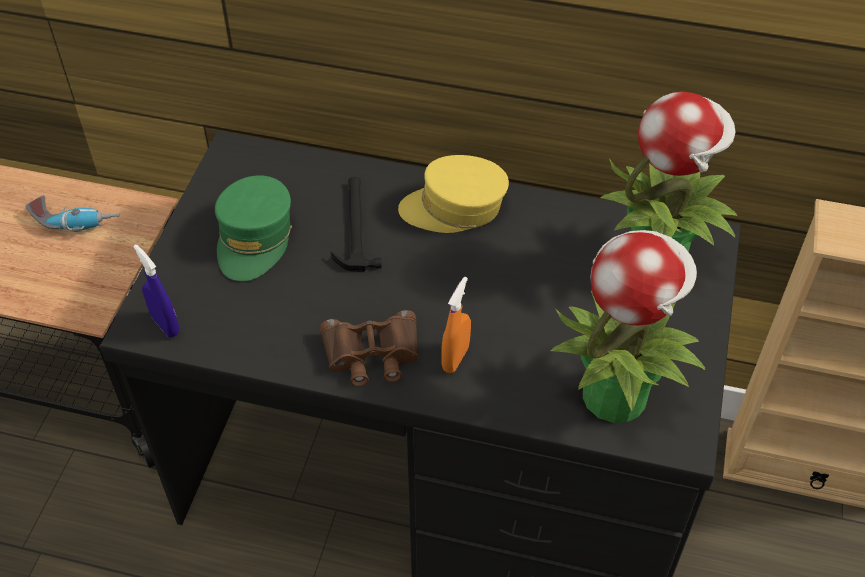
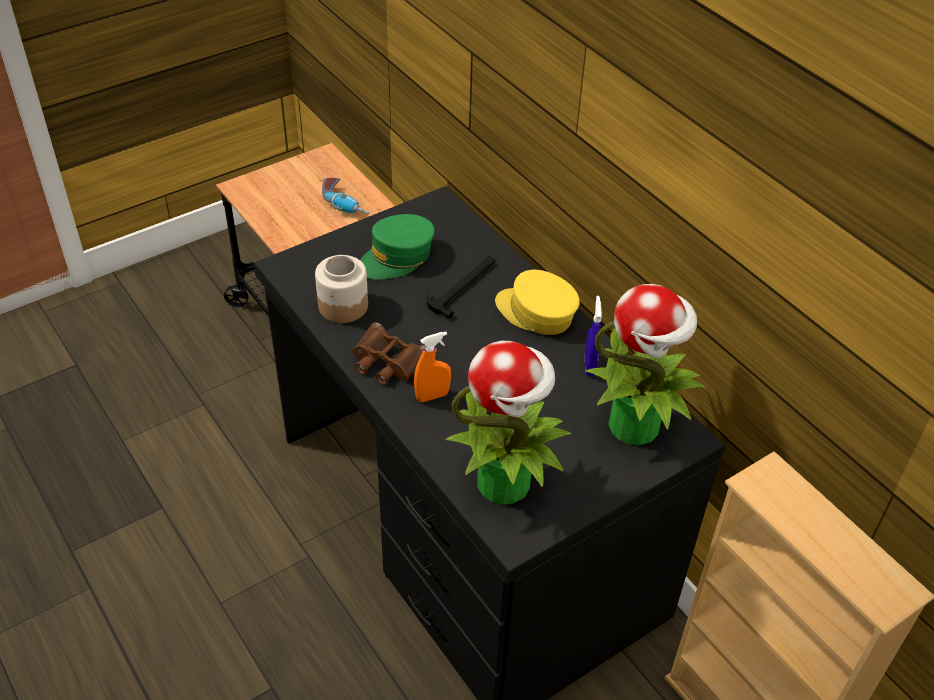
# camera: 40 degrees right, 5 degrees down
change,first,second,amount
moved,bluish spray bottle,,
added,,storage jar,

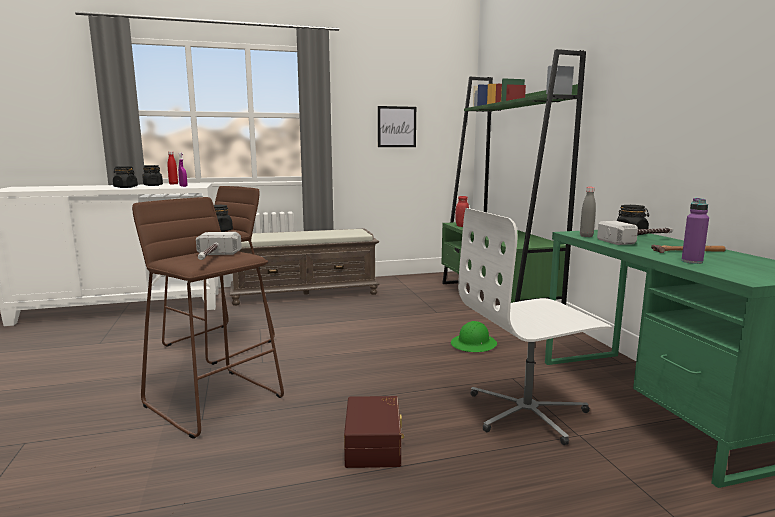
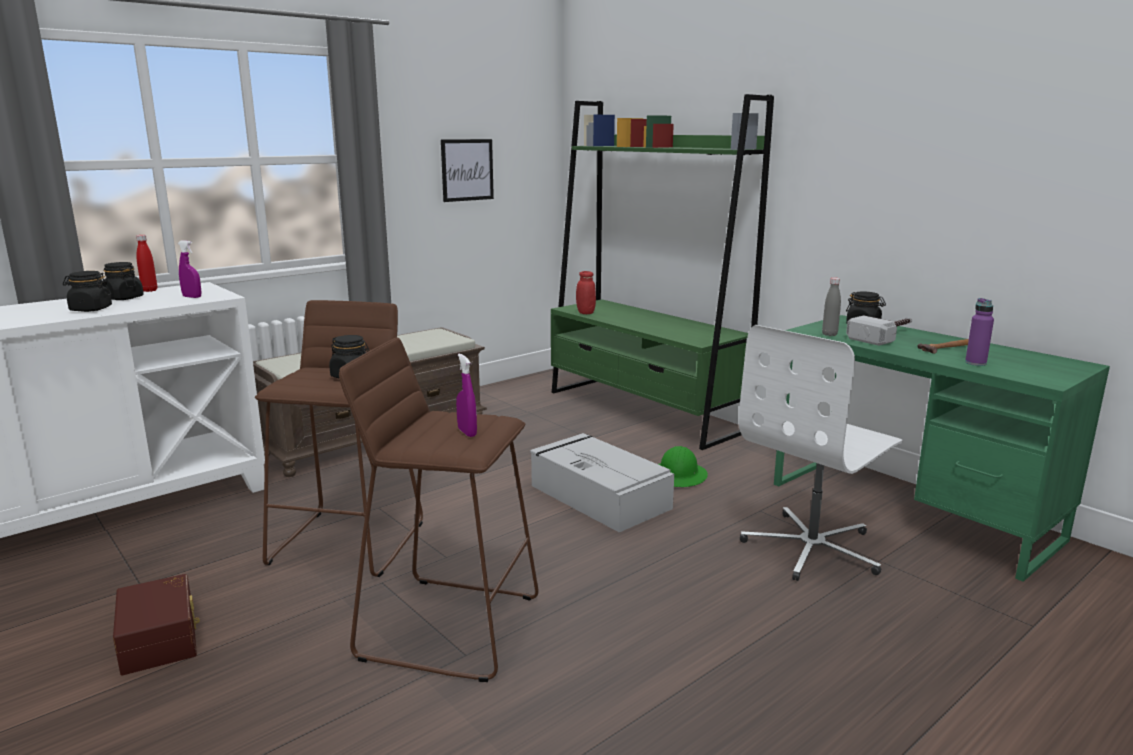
# camera: 25 degrees left, 5 degrees up
change,first,second,amount
replaced,tool hammer (1st from left),purplish spray bottle (2nd from left),
moved,brown-coloured storage container,,
added,,grey storage container,

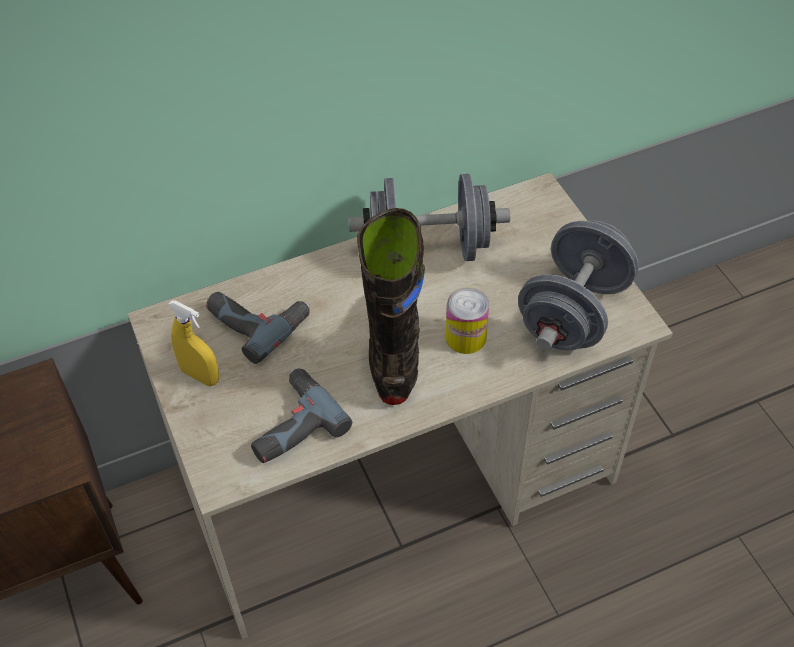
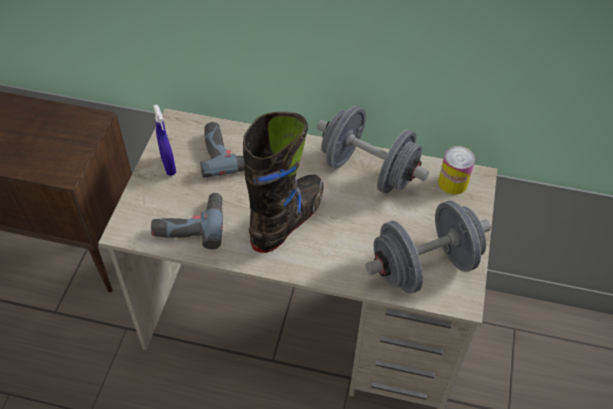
# camera: 35 degrees right, 0 degrees up
change,first,second,amount
moved,metal can,,
recoloured,yellow spray bottle,bluish spray bottle,

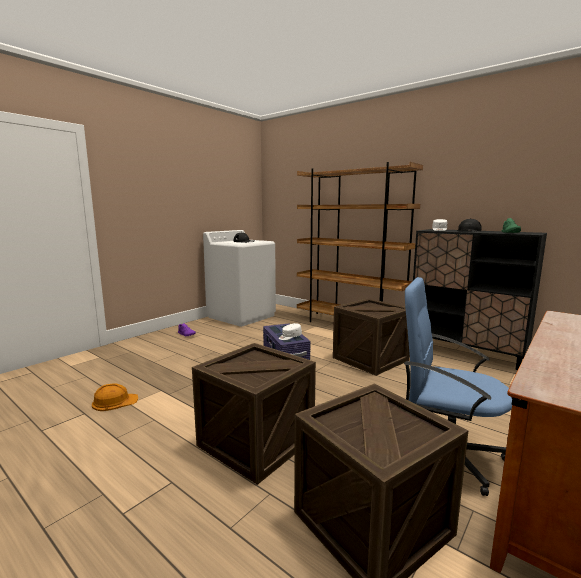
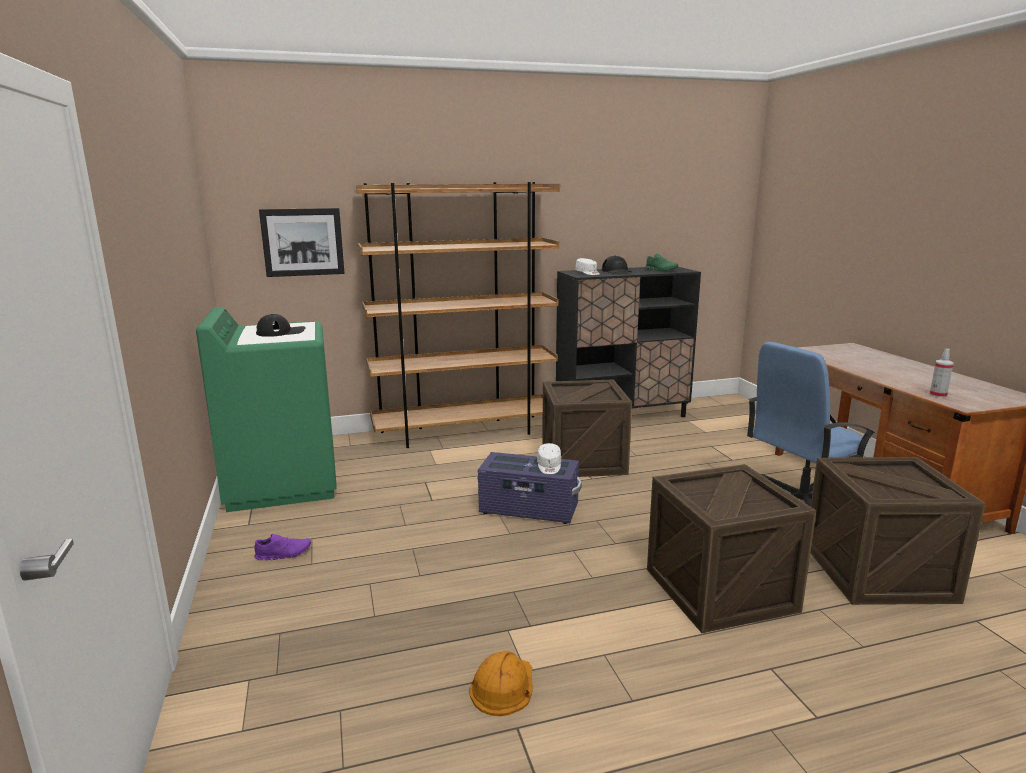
# camera: 55 degrees left, 5 degrees up
change,first,second,amount
recoloured,whitish washing machine,green washing machine,
added,,picture,
added,,spray bottle,

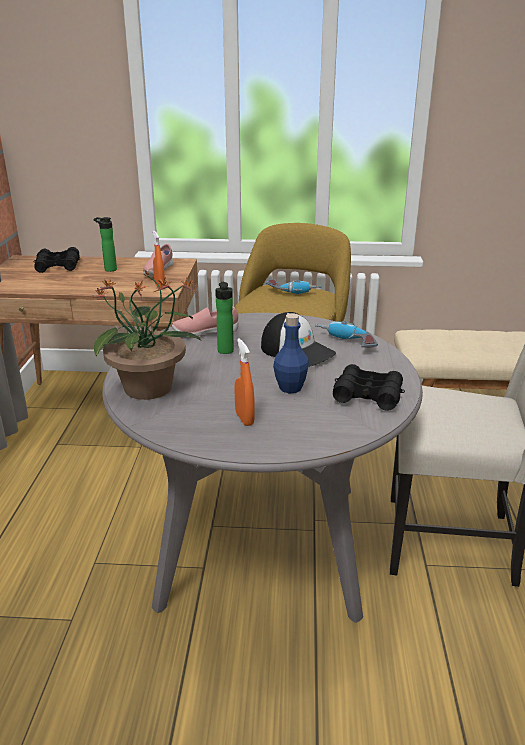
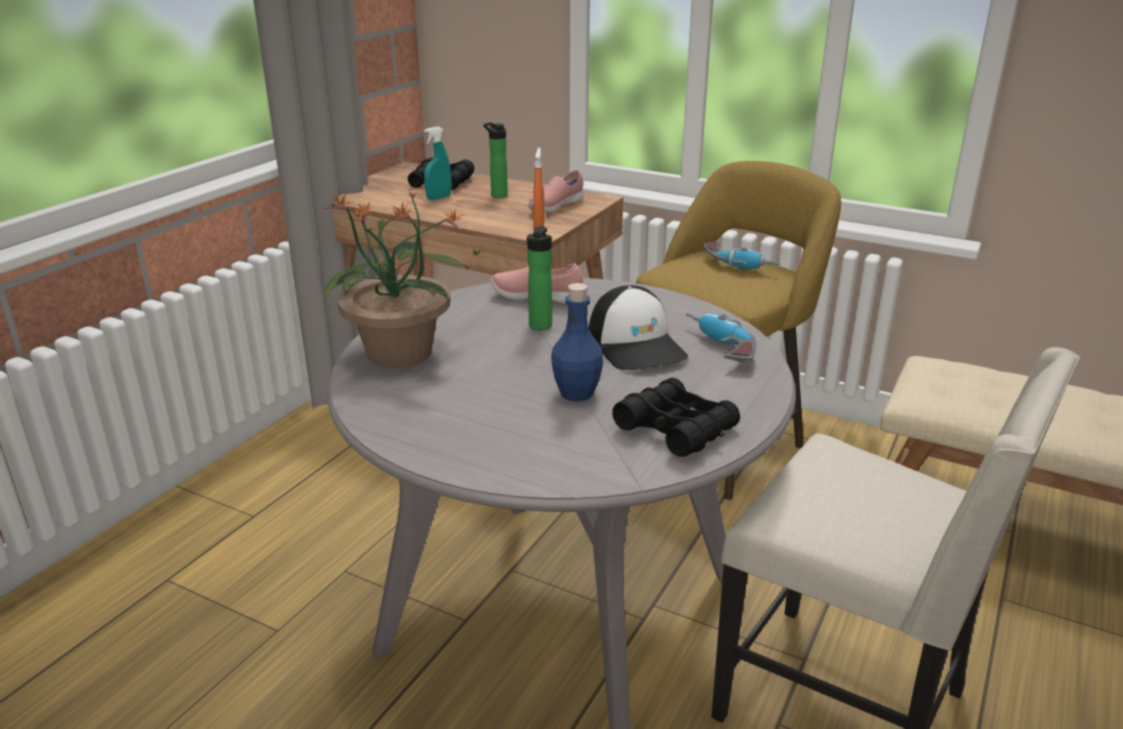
# camera: 25 degrees right, 0 degrees up
change,first,second,amount
removed,orangey spray bottle (2nd from left),,
added,,turquoise spray bottle,

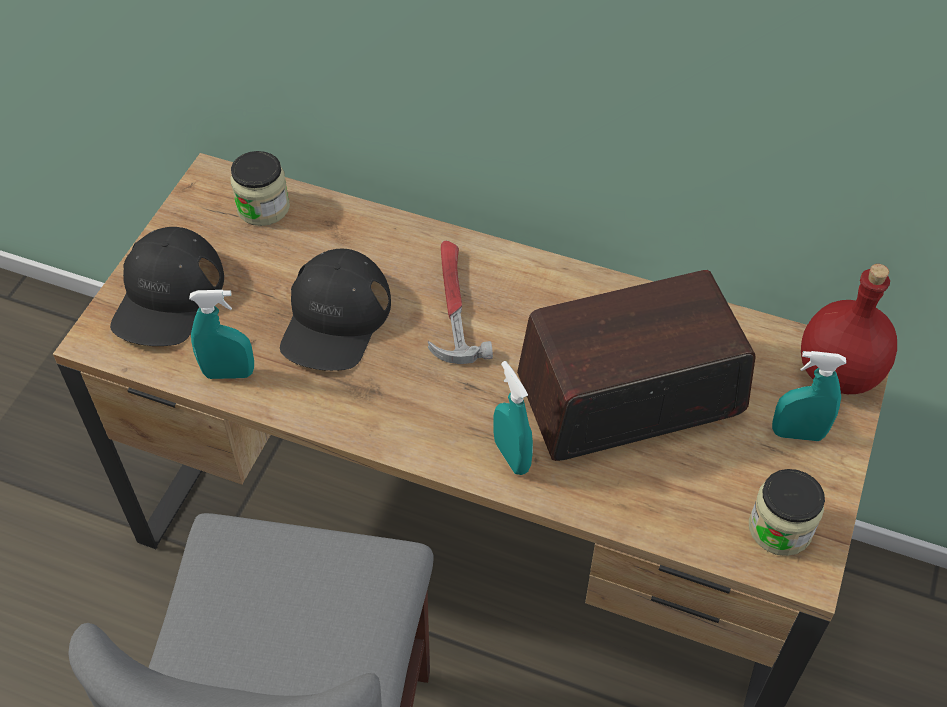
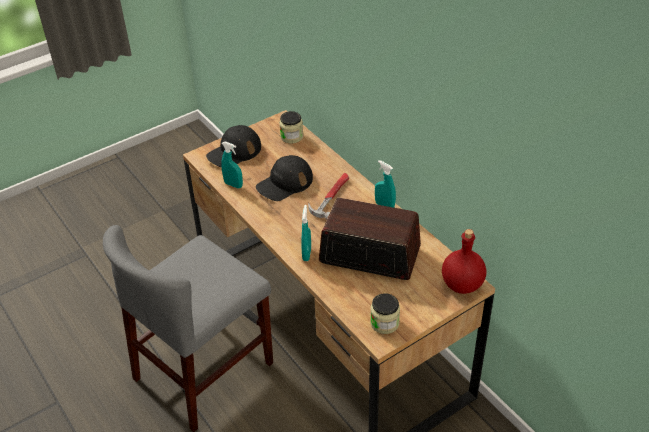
# camera: 35 degrees right, 10 degrees down
change,first,second,amount
moved,turquoise spray bottle (3rd from left),,

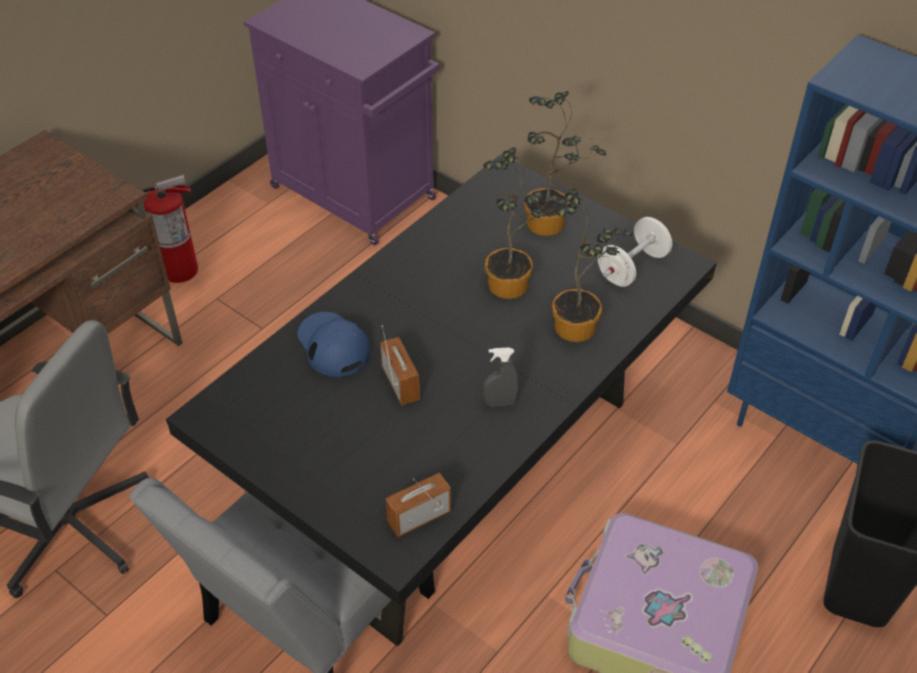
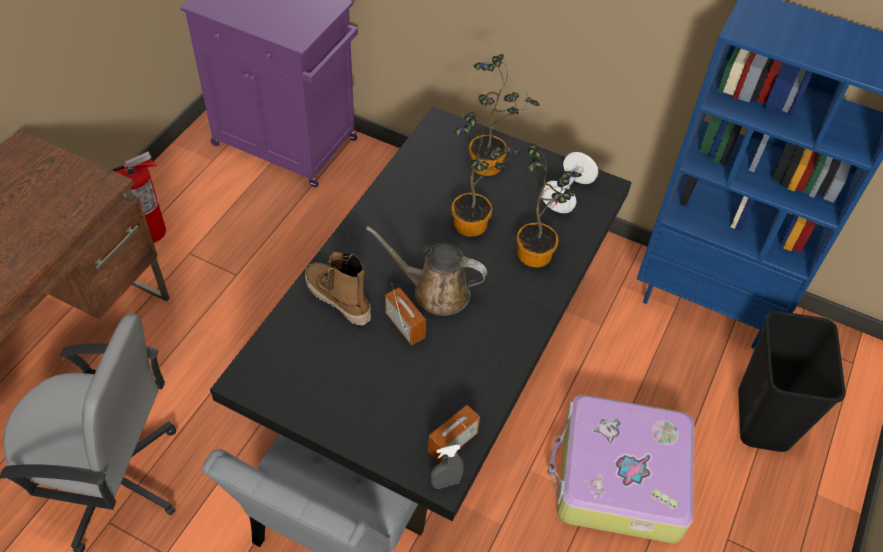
# camera: 15 degrees left, 5 degrees up
change,first,second,amount
replaced,bluish peaked cap,boot,
moved,grey spray bottle,,
added,,brown-coloured sprinkling can,

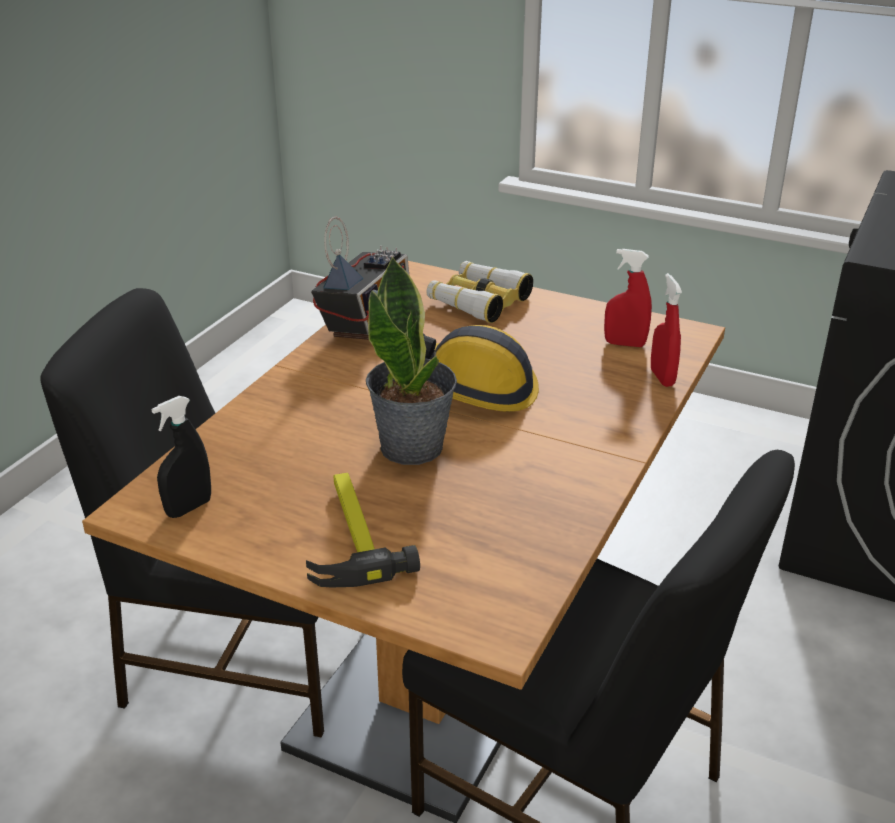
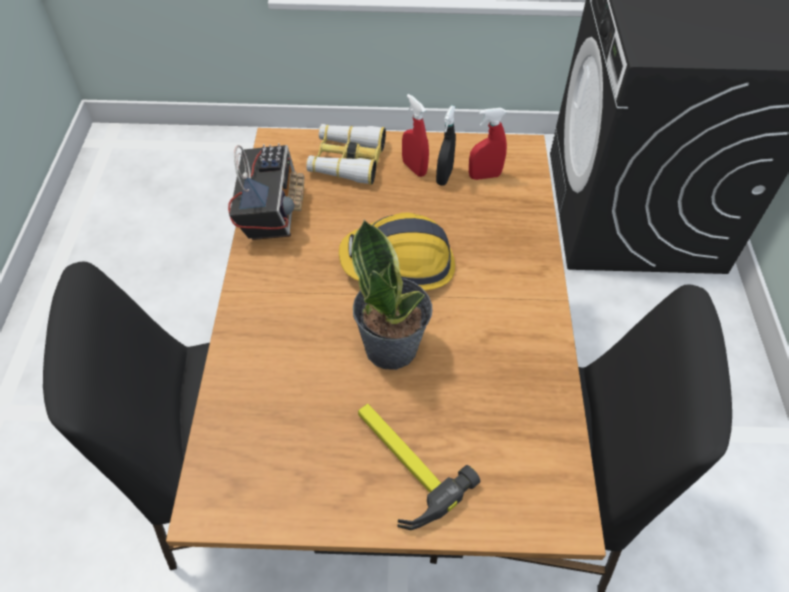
# camera: 25 degrees left, 20 degrees up
change,first,second,amount
moved,red spray bottle (2nd from left in the first image),red spray bottle (1st from left),
moved,black-coloured spray bottle,,

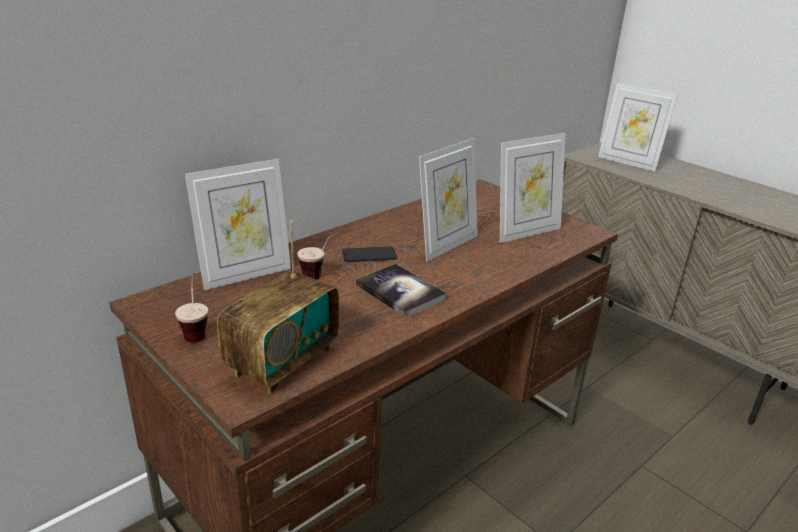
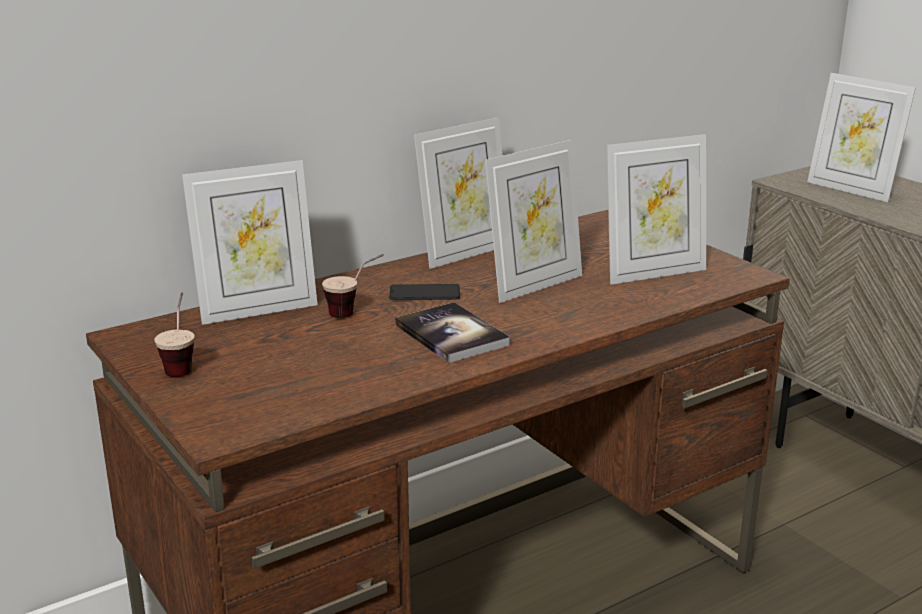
# camera: 10 degrees right, 5 degrees down
change,first,second,amount
removed,radio set,,
added,,picture frame (2nd from left),

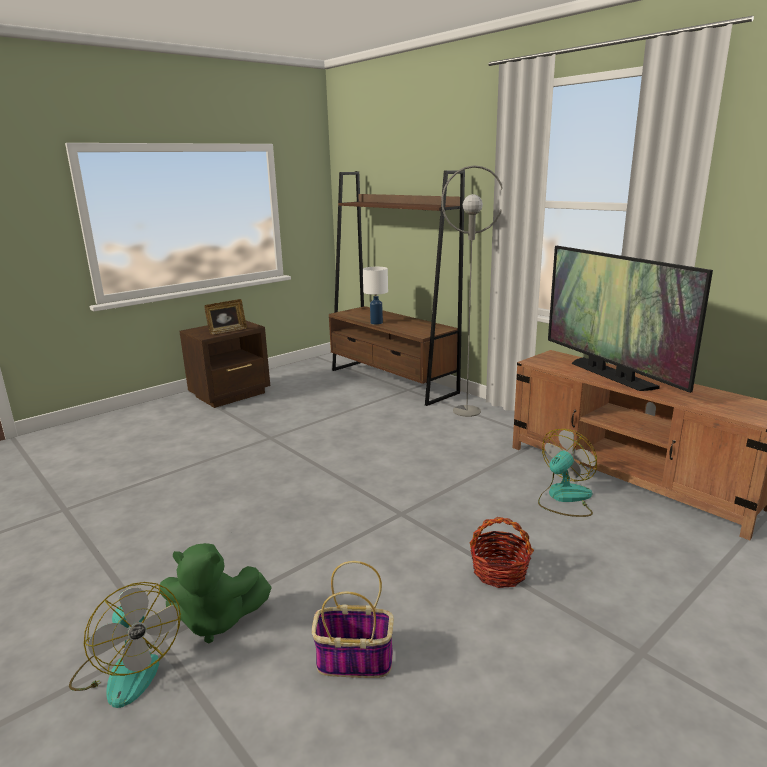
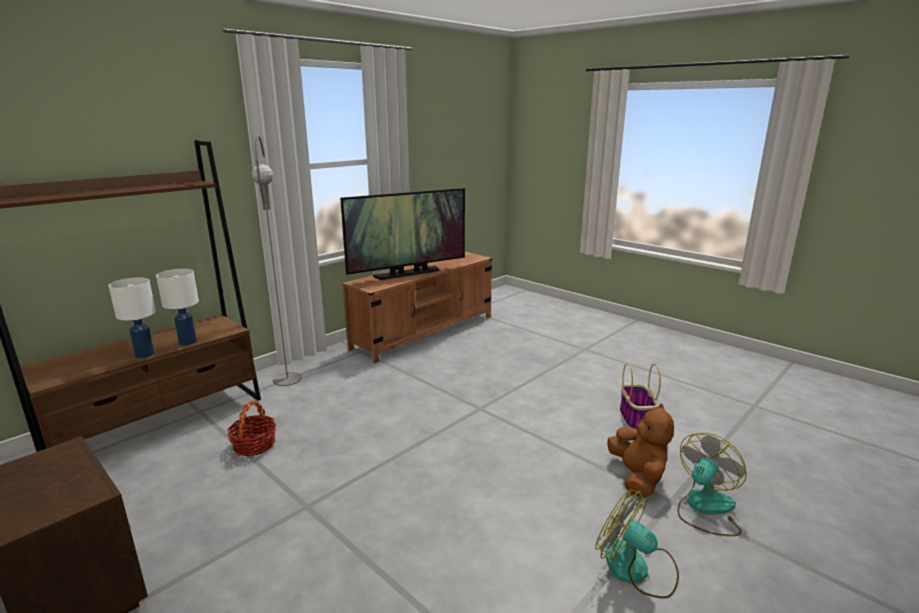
# camera: 95 degrees left, 0 degrees up
change,first,second,amount
removed,picture frame,,
moved,electric fan (2nd from left in the first image),electric fan (1st from left),
moved,basket (2nd from left in the first image),basket (1st from left),
recoloured,green soft toy,brown-coloured soft toy,
added,,whitish table lamp (2nd from left),

